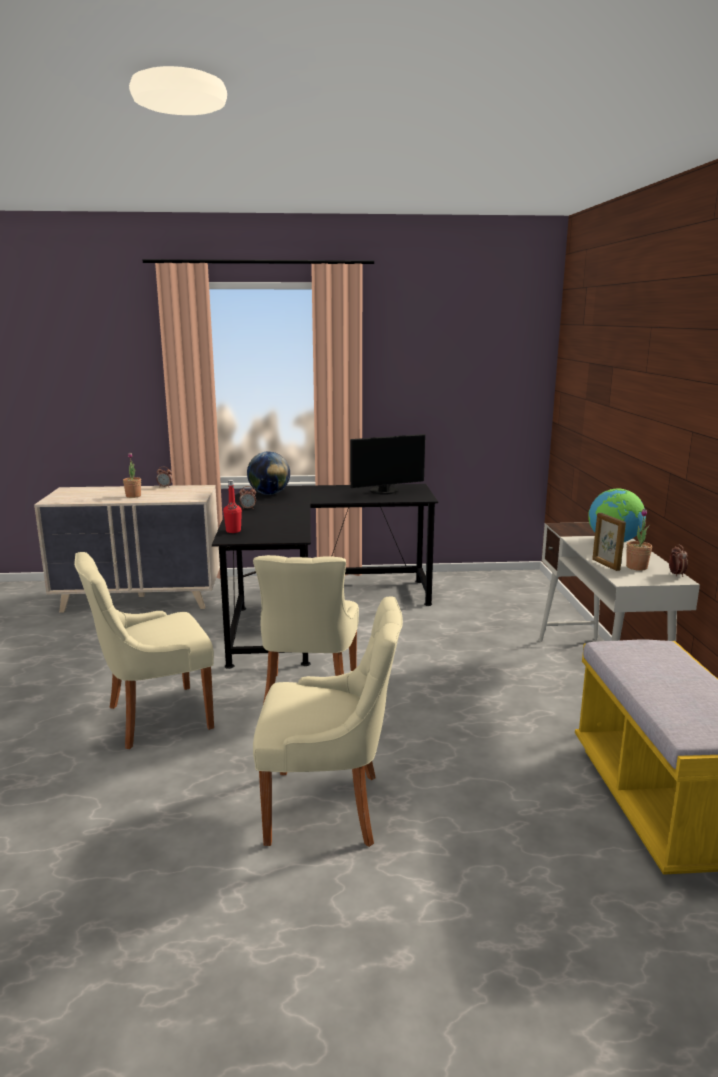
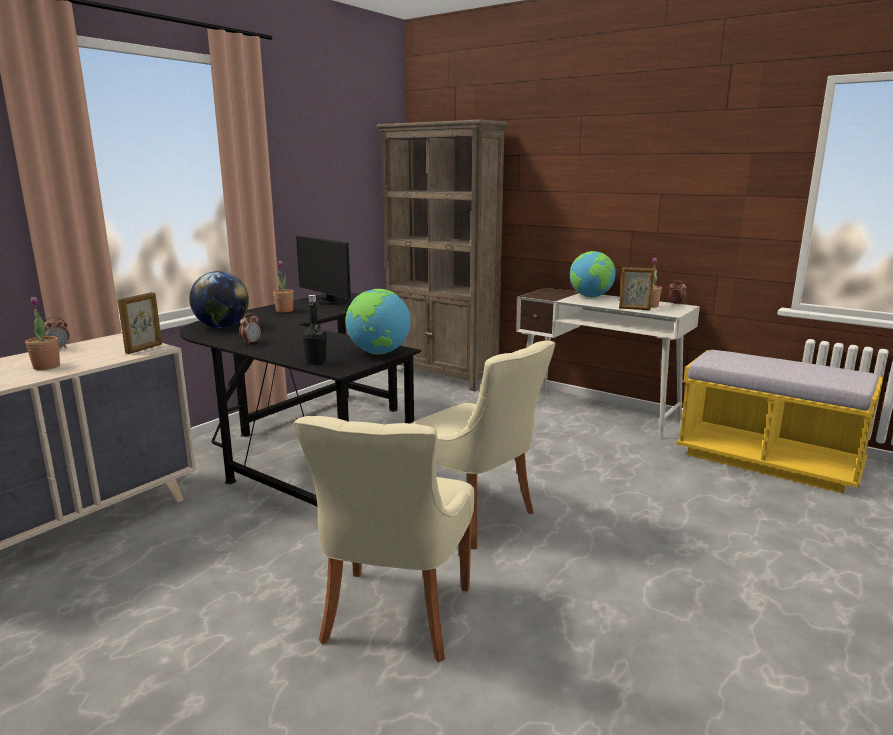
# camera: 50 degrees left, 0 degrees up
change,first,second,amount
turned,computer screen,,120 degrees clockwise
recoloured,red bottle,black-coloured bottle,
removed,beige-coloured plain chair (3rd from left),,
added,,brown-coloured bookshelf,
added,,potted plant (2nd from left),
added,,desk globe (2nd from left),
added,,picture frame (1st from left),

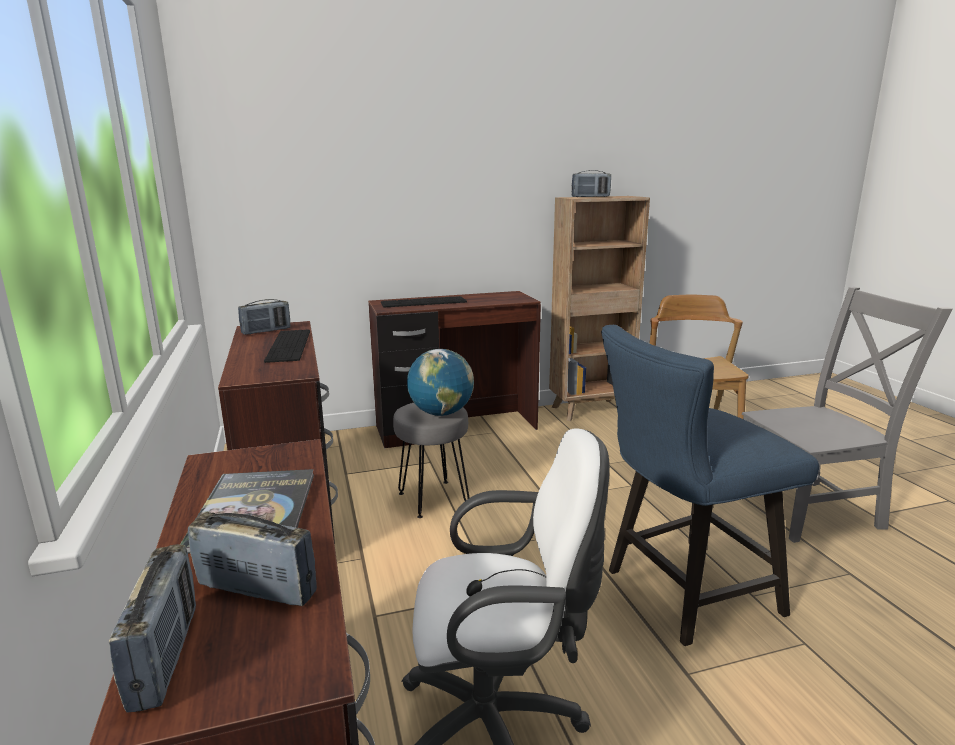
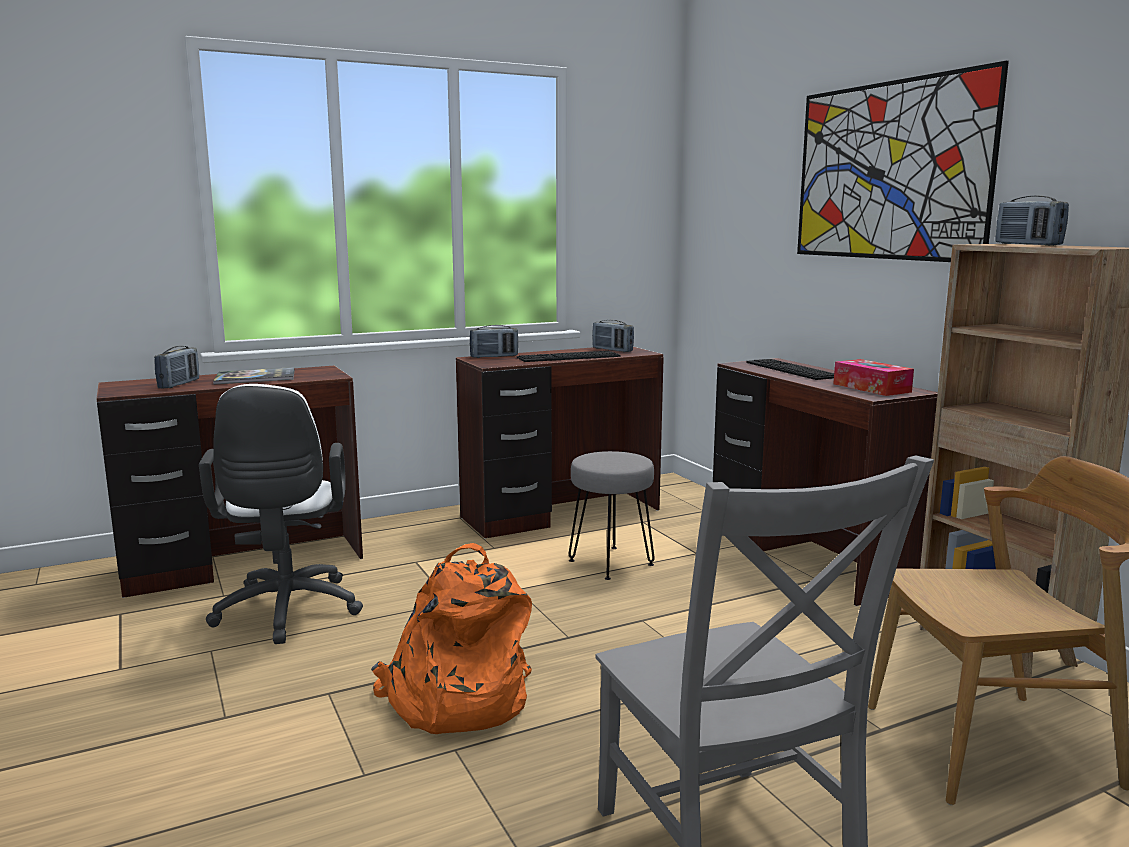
# camera: 80 degrees right, 5 degrees down
change,first,second,amount
replaced,bluish plain chair,orangey rucksack,
removed,desk globe,,
moved,radio set (1st from left in the first image),radio set (2nd from left),
added,,picture,
added,,box of tissues,

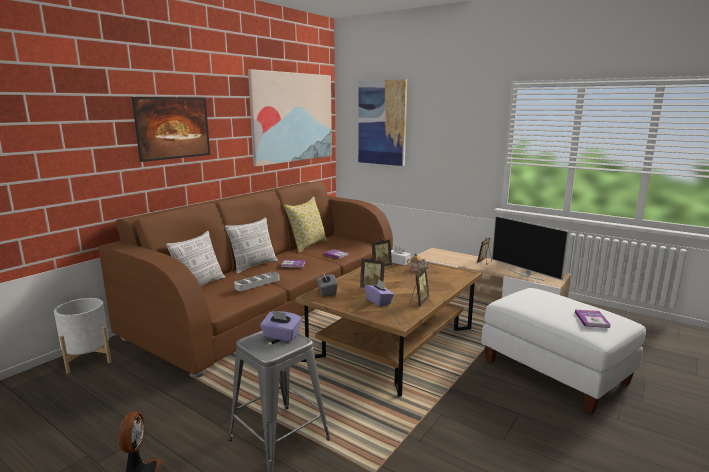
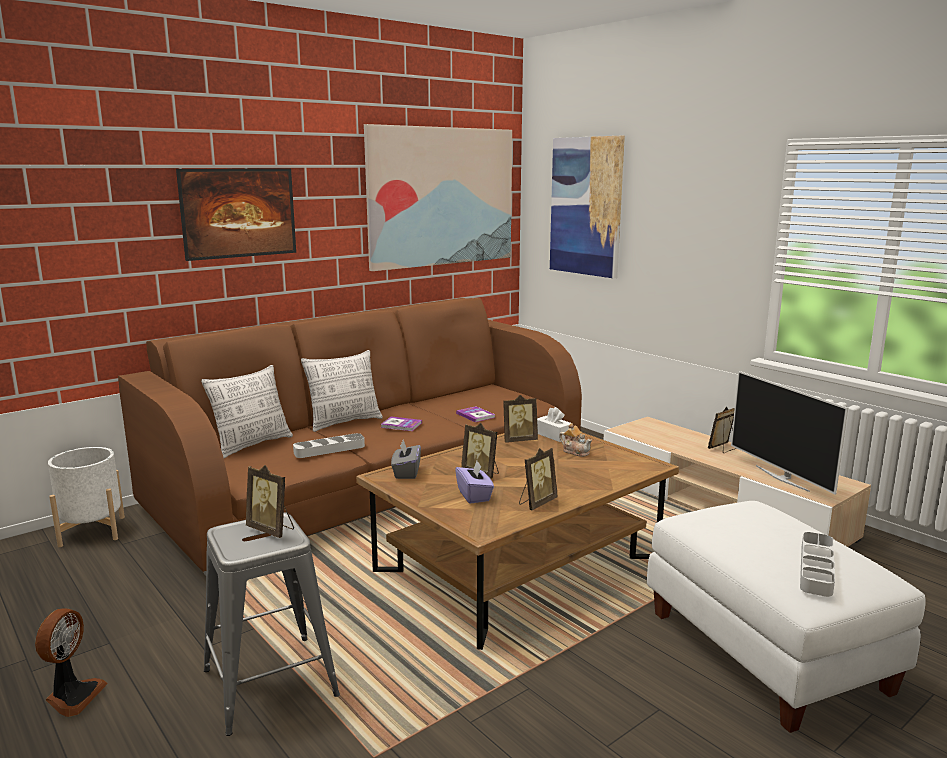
# camera: 15 degrees right, 0 degrees up
change,first,second,amount
removed,cushion (3rd from left),,
replaced,bound book (3rd from left),grey carrying tray (2nd from left),
replaced,purplish box of tissues (1st from left),picture frame (1st from left),

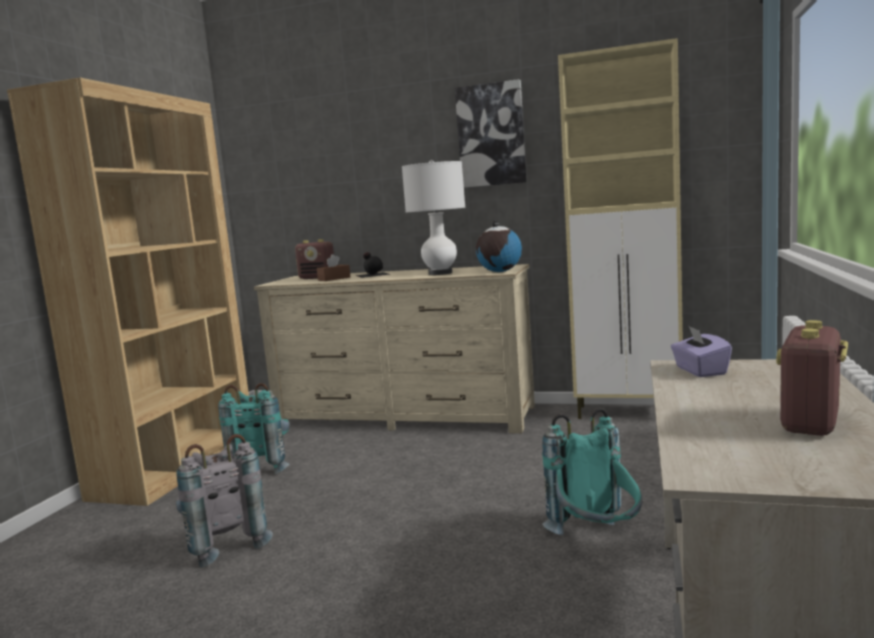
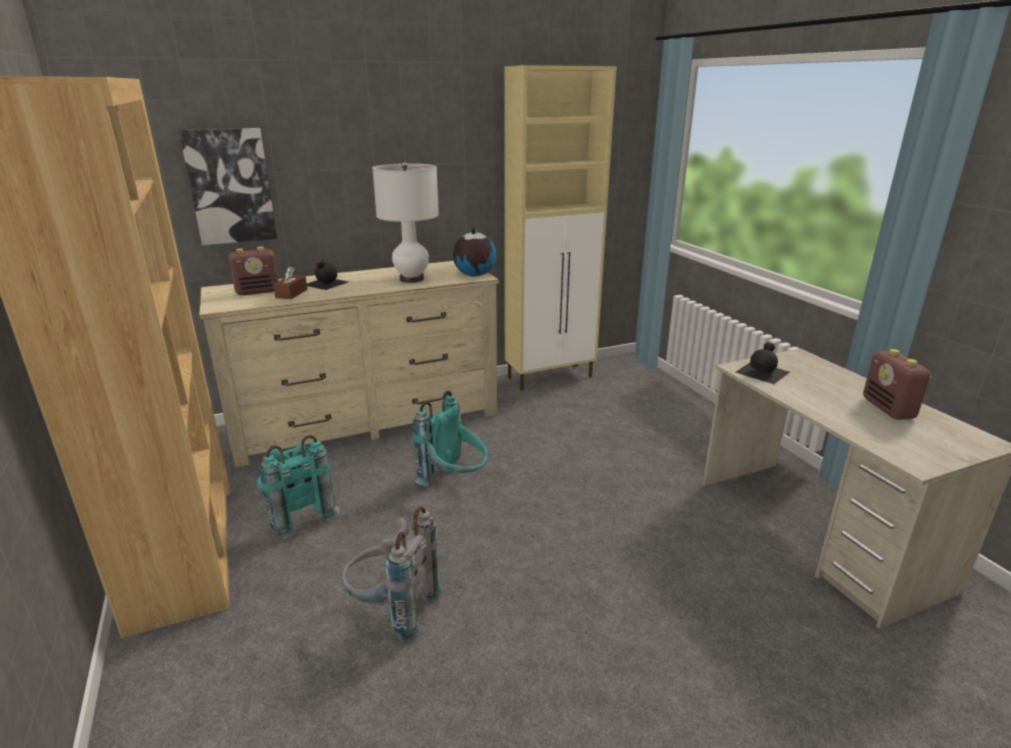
# camera: 40 degrees left, 15 degrees up
change,first,second,amount
moved,picture,,
replaced,purplish box of tissues,black-coloured bottle (2nd from left),
moved,turquoise rucksack (2nd from left),,

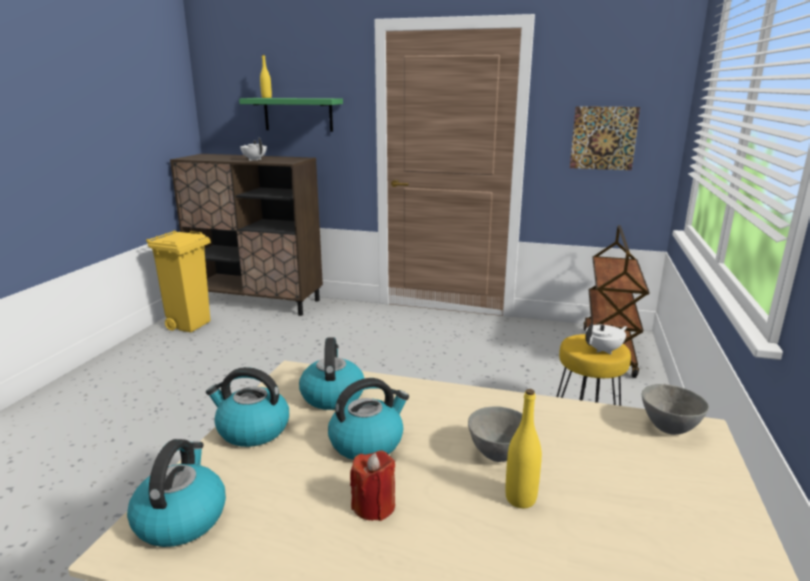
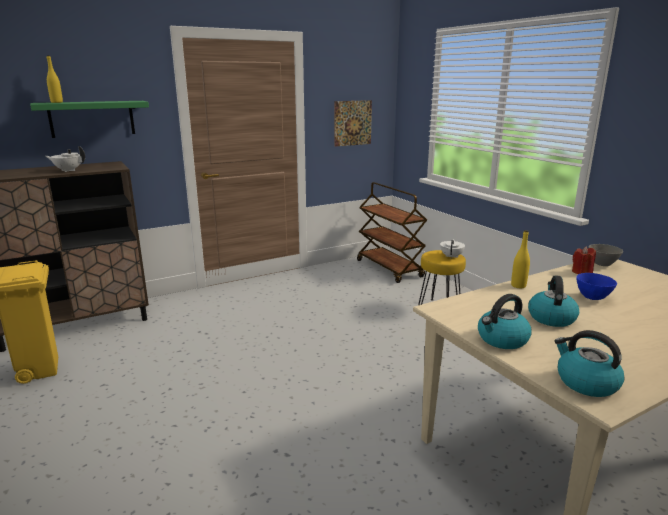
# camera: 45 degrees left, 0 degrees up
change,first,second,amount
removed,kettle (3rd from left),,
moved,yellow bottle (2nd from left),,
recoloured,grey deep dish (1st from left),bluish deep dish,
moved,red wax light,,

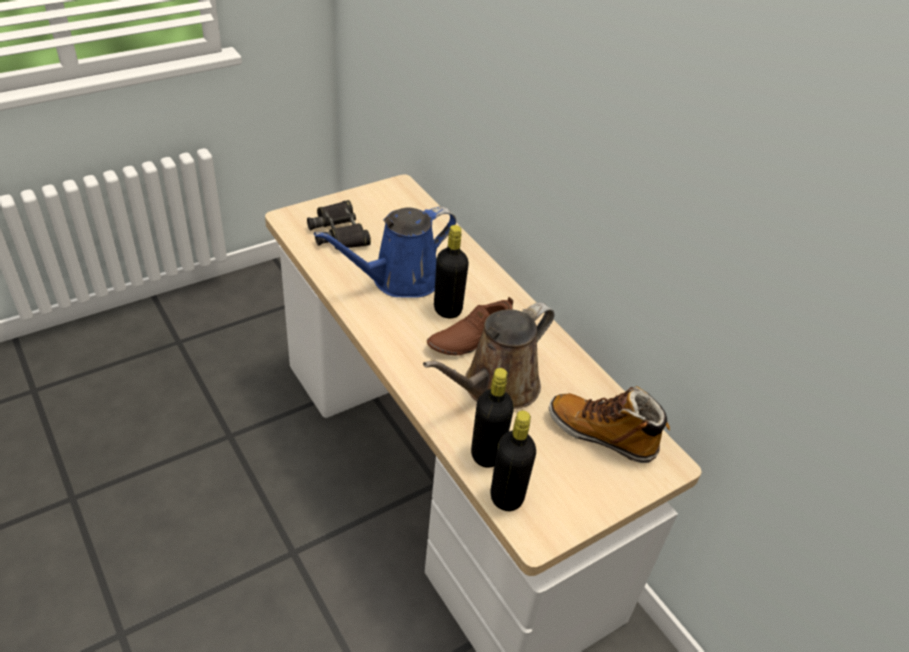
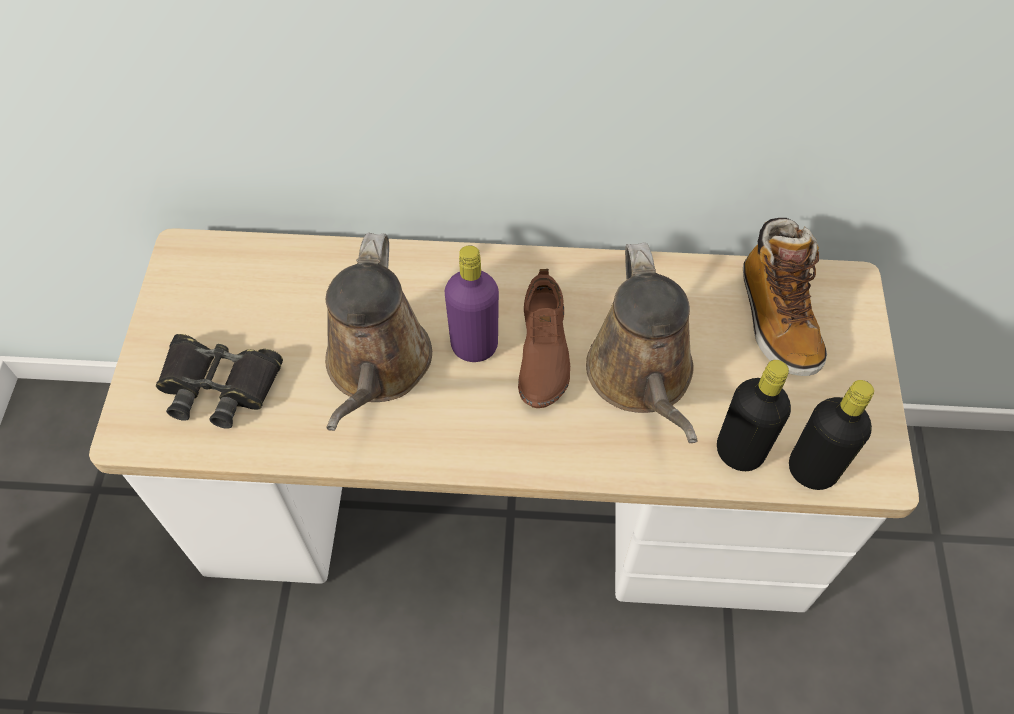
# camera: 50 degrees left, 15 degrees up
change,first,second,amount
recoloured,bluish sprinkling can,brown-coloured sprinkling can (1st from left),
recoloured,black-coloured bottle (1st from left),purplish bottle,
turned,boot,,75 degrees counterclockwise

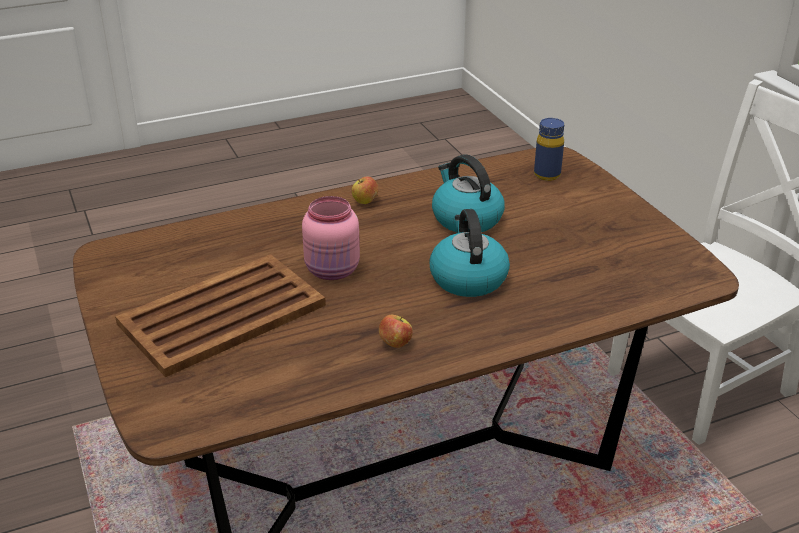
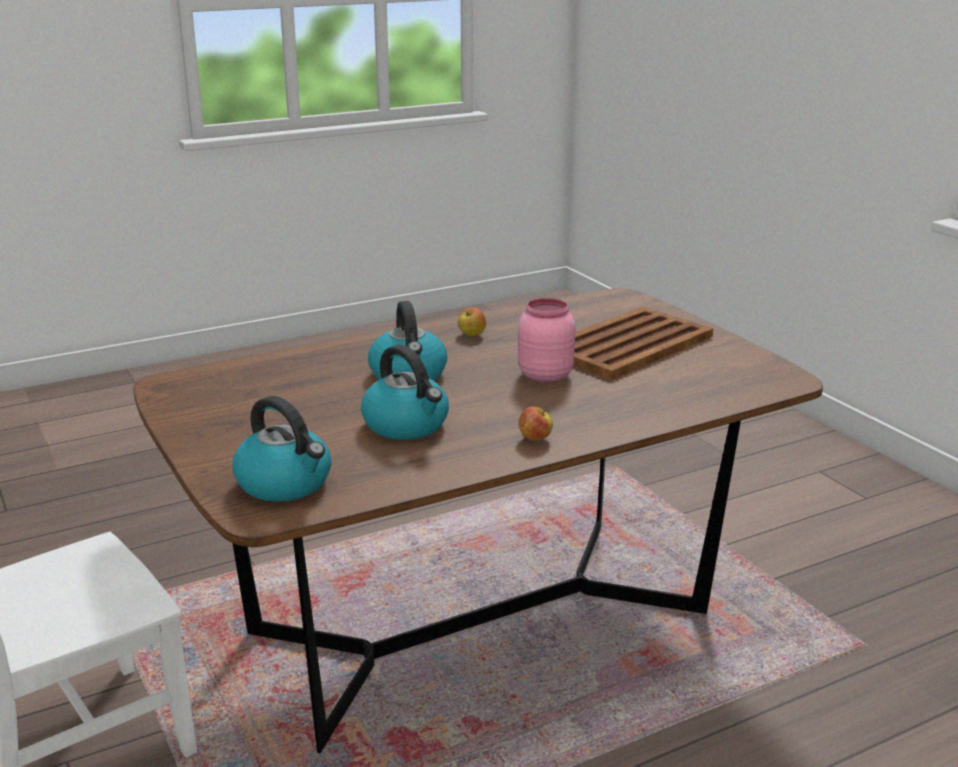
# camera: 175 degrees right, 10 degrees down
change,first,second,amount
replaced,bluish bottle,kettle (1st from left),

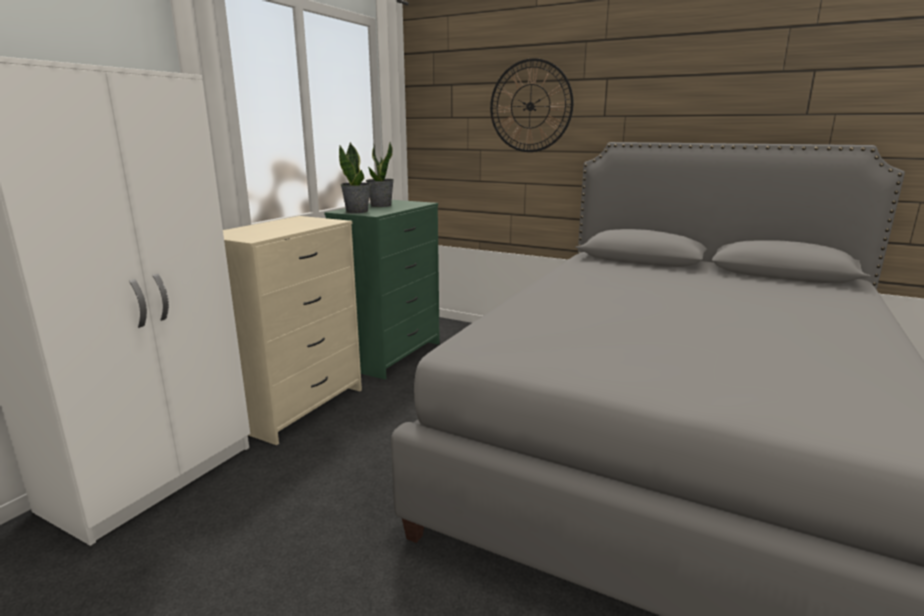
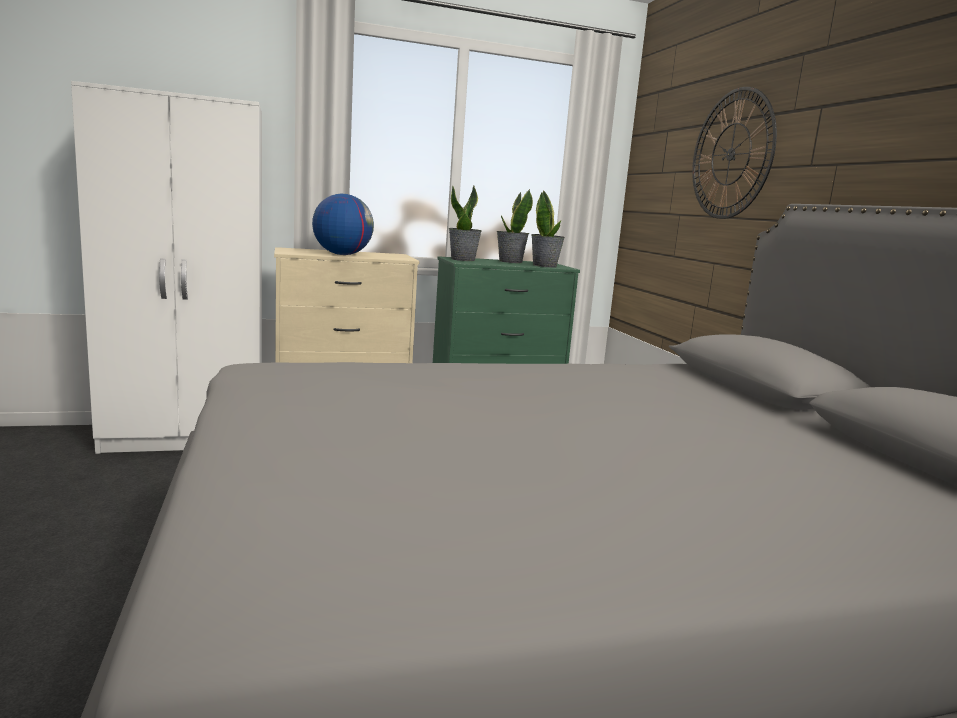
# camera: 45 degrees right, 5 degrees down
change,first,second,amount
added,,potted plant (3rd from left),
added,,desk globe,

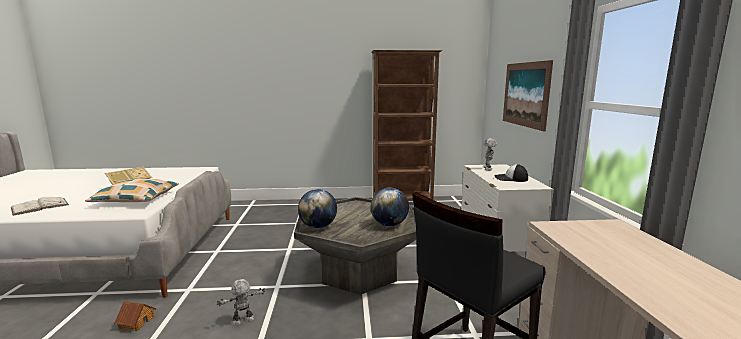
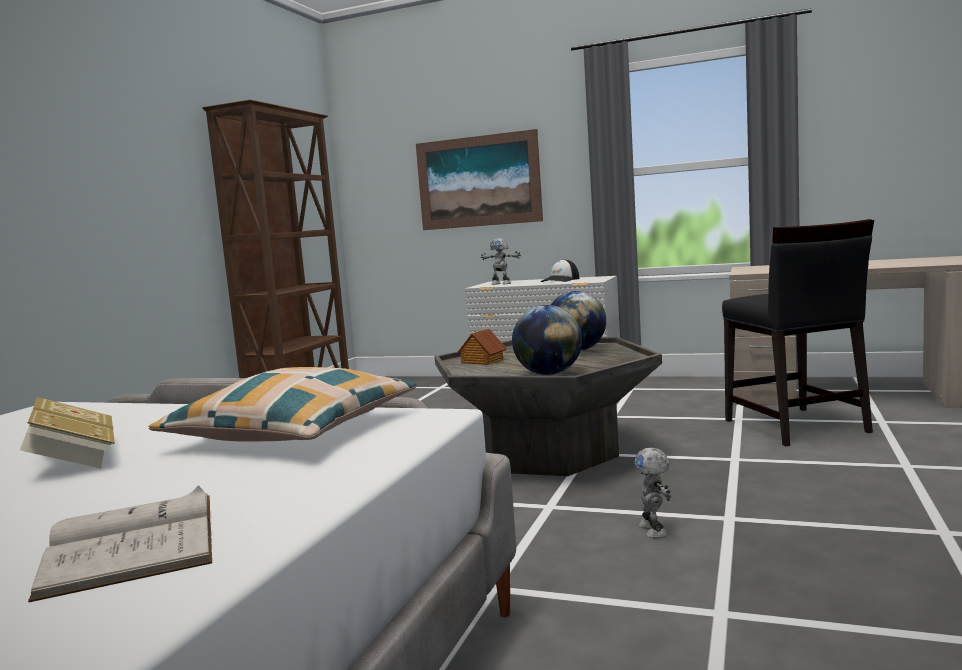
# camera: 65 degrees left, 5 degrees down
change,first,second,amount
moved,miniature house,,

